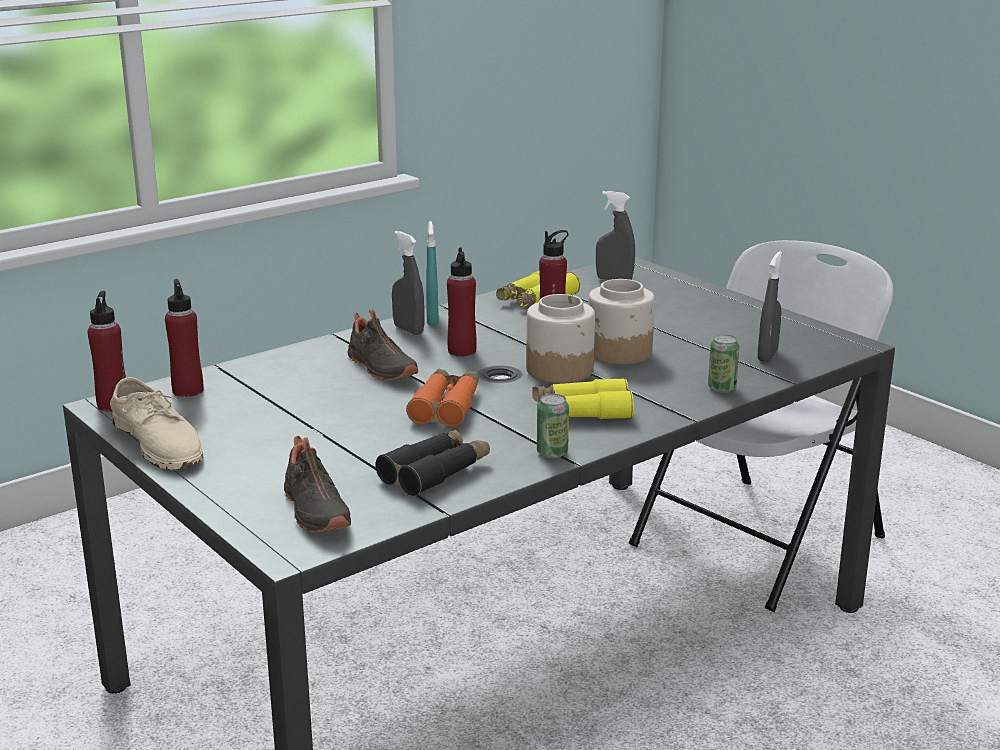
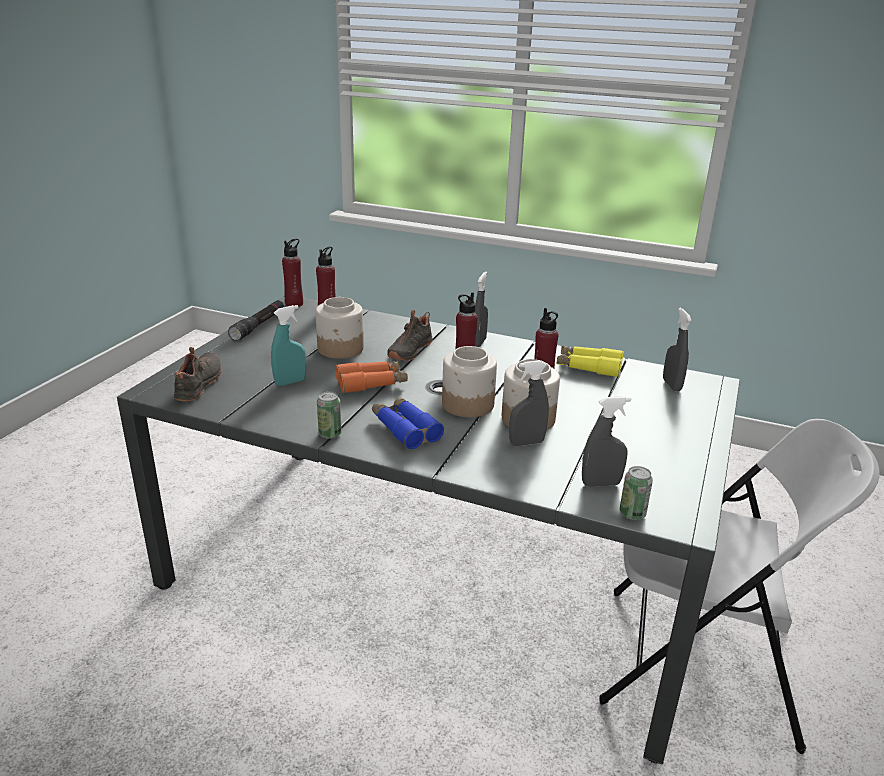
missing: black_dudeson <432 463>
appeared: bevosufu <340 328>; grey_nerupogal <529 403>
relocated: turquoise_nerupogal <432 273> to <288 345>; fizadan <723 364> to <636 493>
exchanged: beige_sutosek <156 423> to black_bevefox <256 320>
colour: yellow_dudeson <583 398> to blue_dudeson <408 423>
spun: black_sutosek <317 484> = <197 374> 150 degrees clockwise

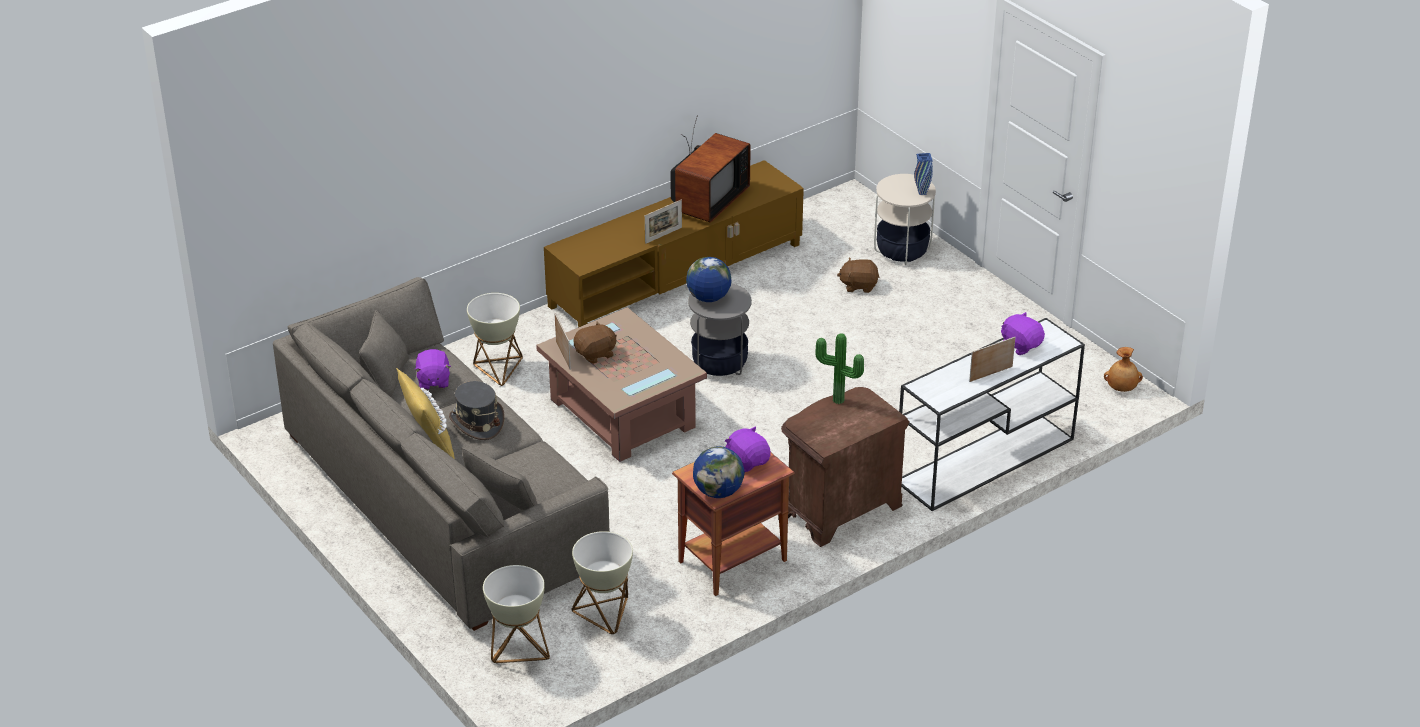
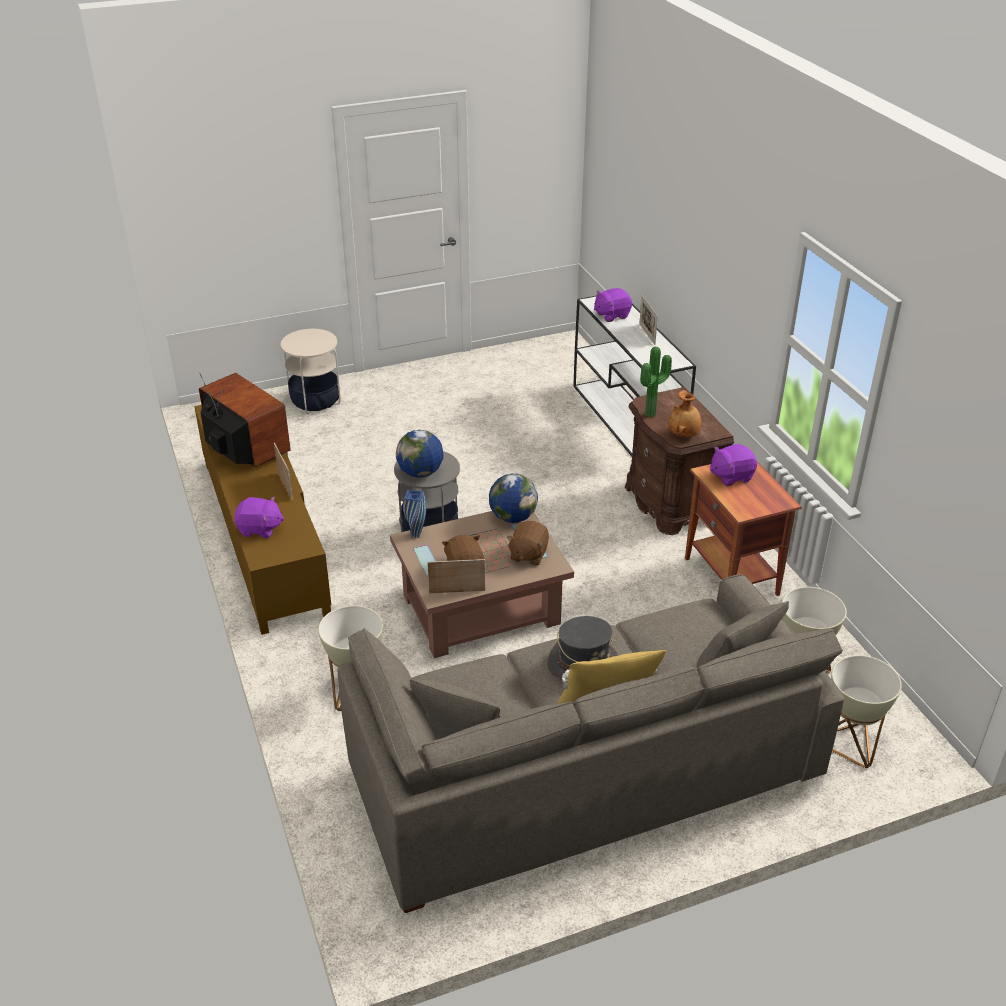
relocated: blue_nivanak <923 174> to <414 514>; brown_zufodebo <858 275> to <527 543>; brown_nivanak <1123 369> to <685 413>; purple_zufodebo <432 369> to <259 517>; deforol <719 472> to <513 498>

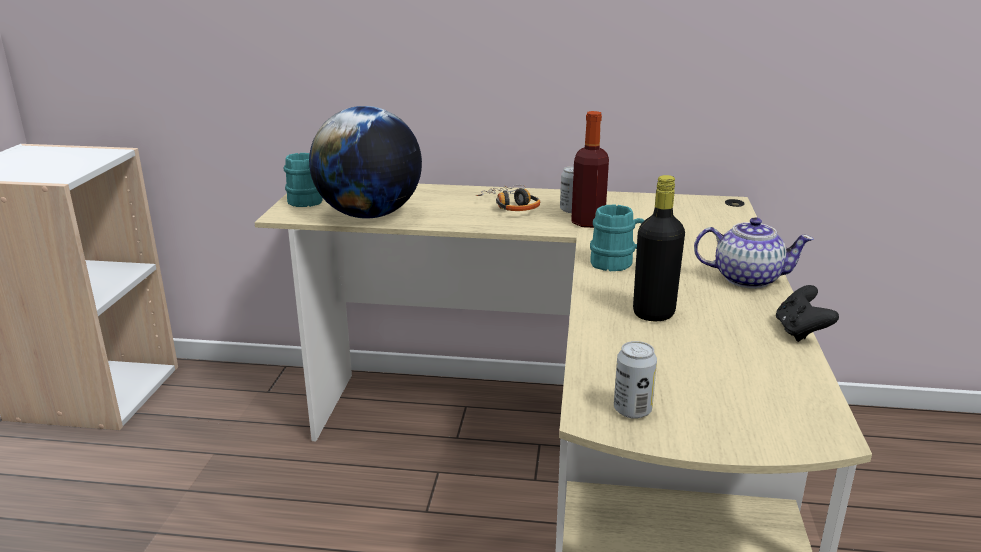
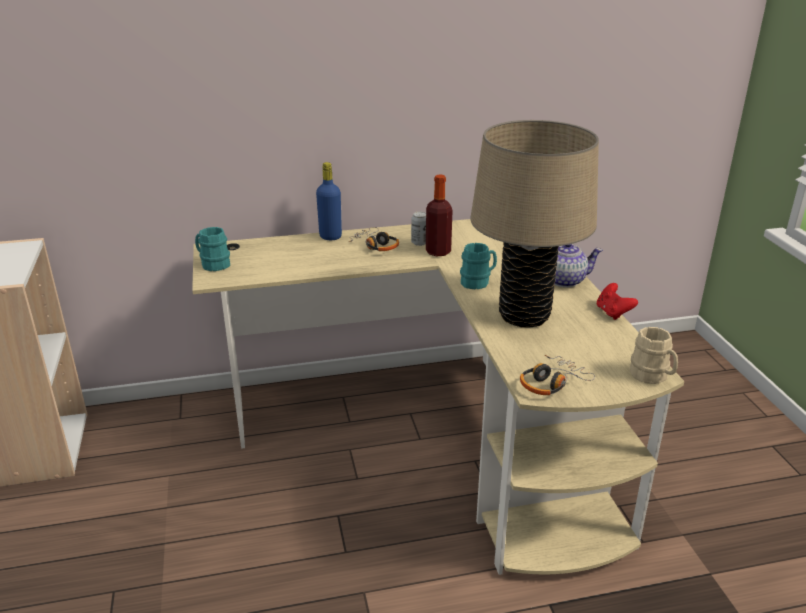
missing: deforol <365 162>
appeared: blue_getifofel <329 201>; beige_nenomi <654 355>
exchanged: black_getifofel <659 248> to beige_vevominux <535 224>; fizadan <635 380> to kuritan <557 375>
colour: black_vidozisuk <807 313> to red_vidozisuk <617 301>

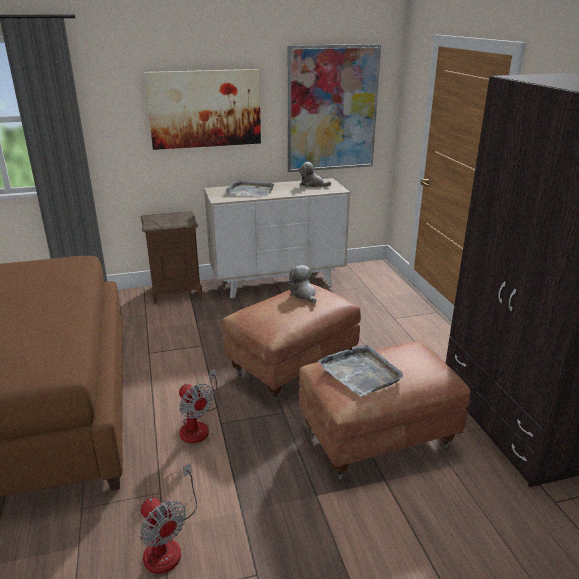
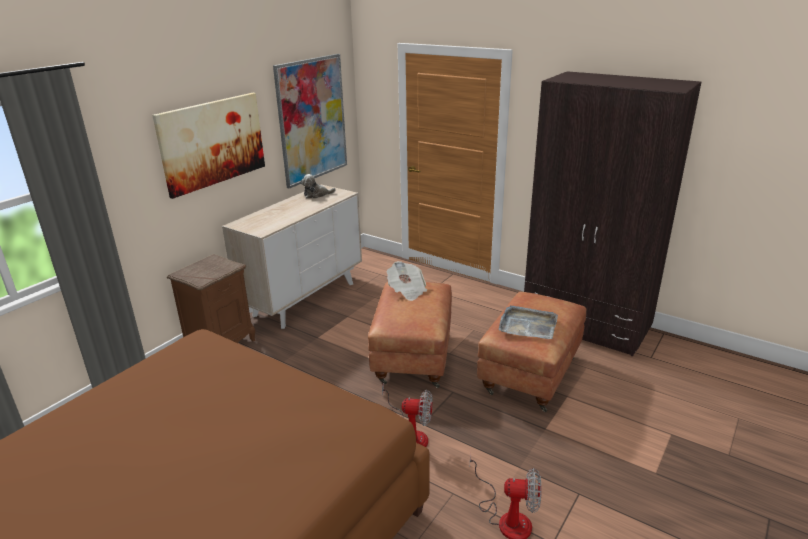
missing: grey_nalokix <250 188>
exchanged: zufodebo <302 284> to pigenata <407 281>

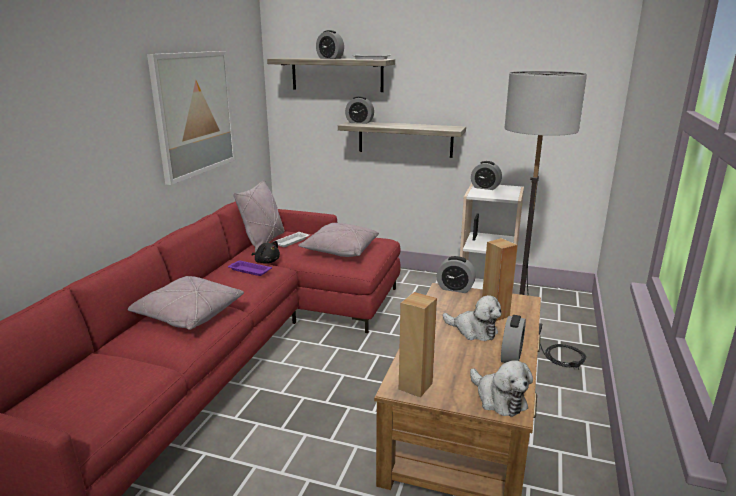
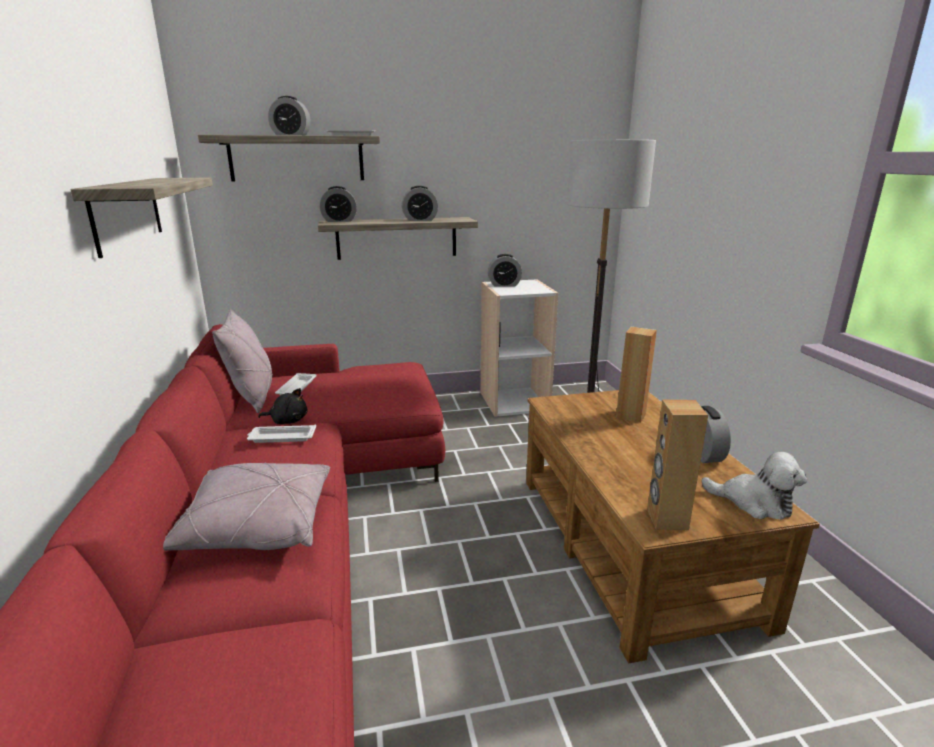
missing: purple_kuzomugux <338 240>; zufodebo <472 318>
relocated: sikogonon <456 274> to <420 203>
exchanged: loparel <191 118> to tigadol <142 218>
colour: purple_nalokix <250 268> to white_nalokix <281 434>

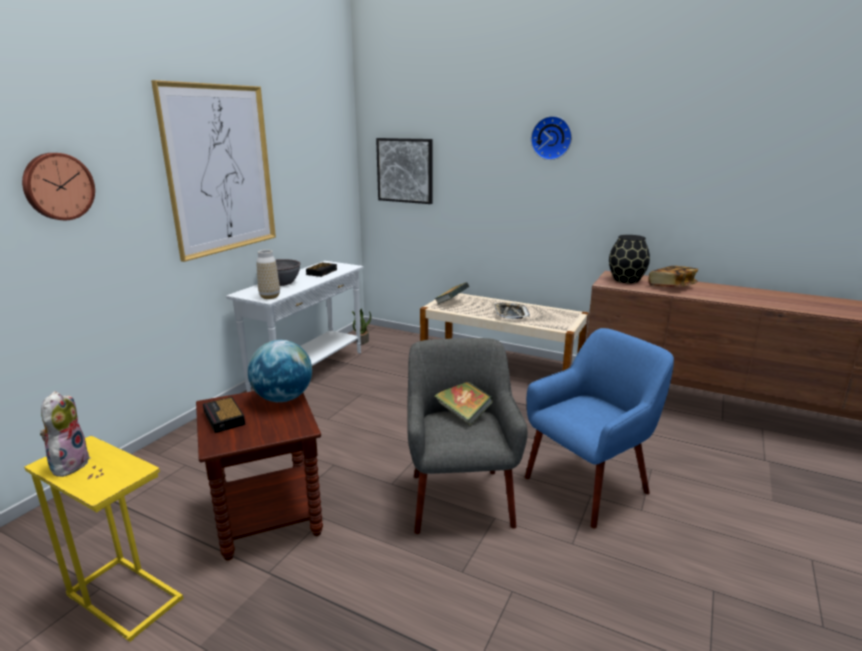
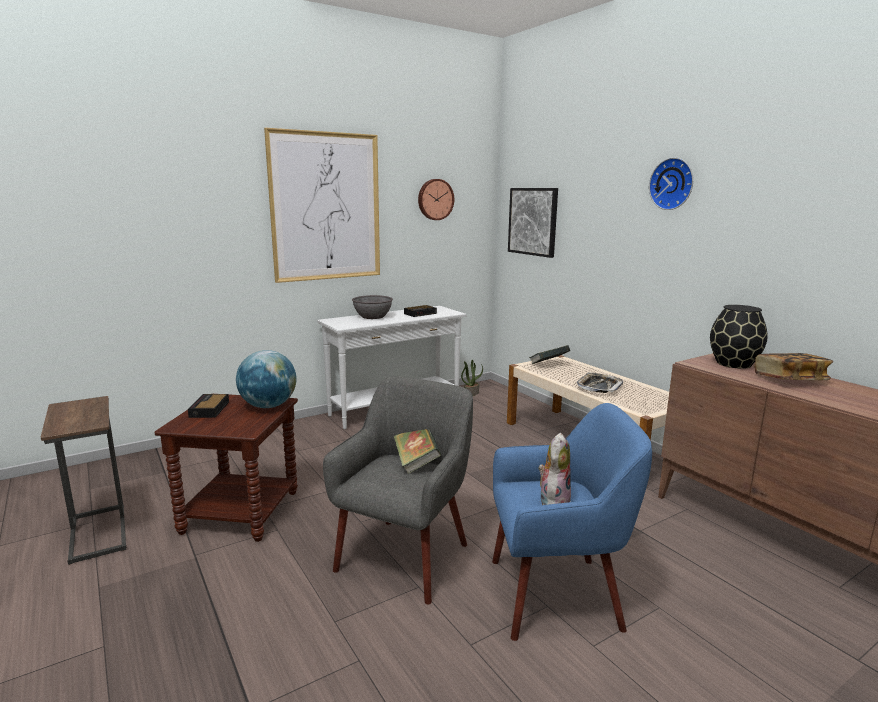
missing: nivanak <268 274>
relocated: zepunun <58 186> to <436 199>; zufodebo <65 434> to <554 469>
colour: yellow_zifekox <103 539> to brown_zifekox <83 480>

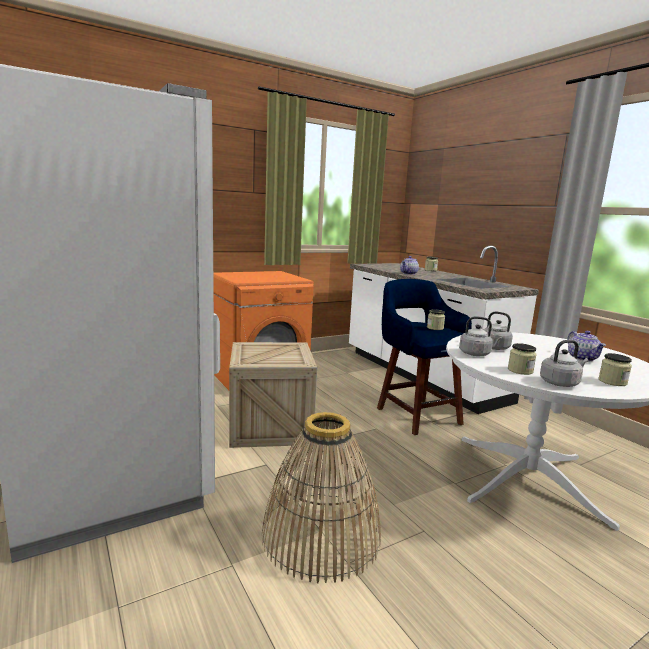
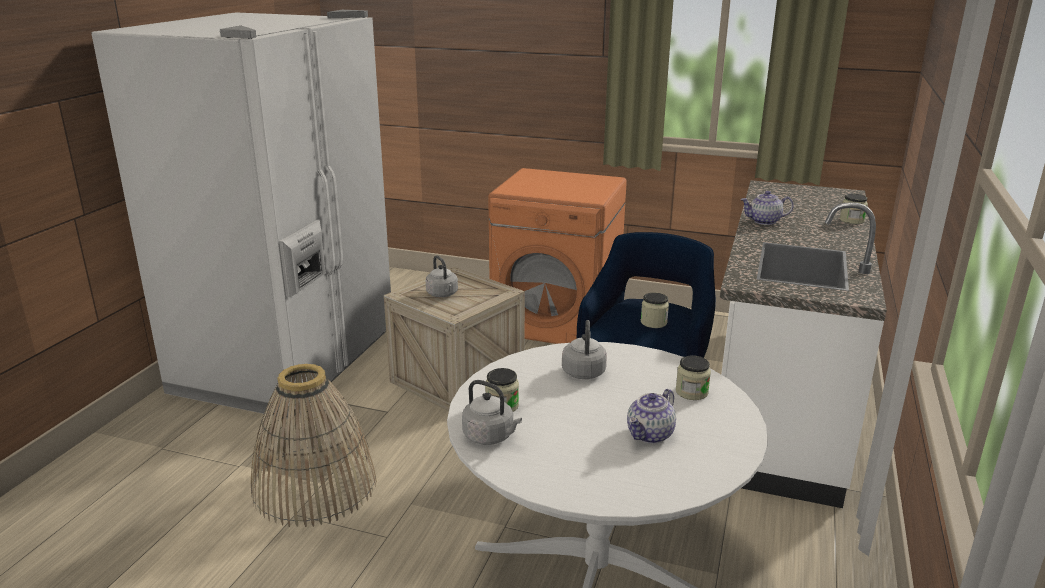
relocated: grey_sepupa <481 336> to <442 276>; bevosufu <615 369> to <693 377>

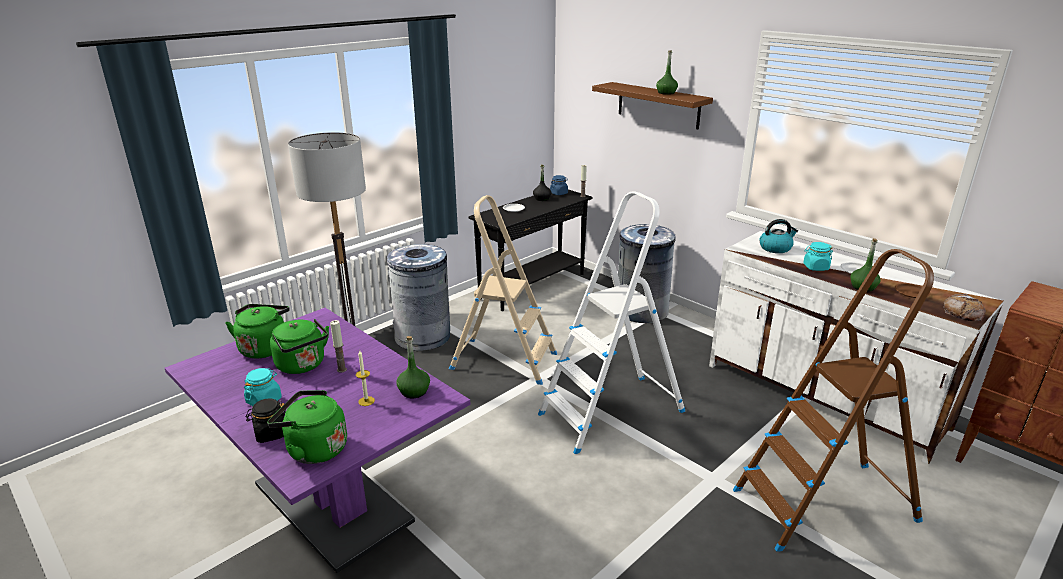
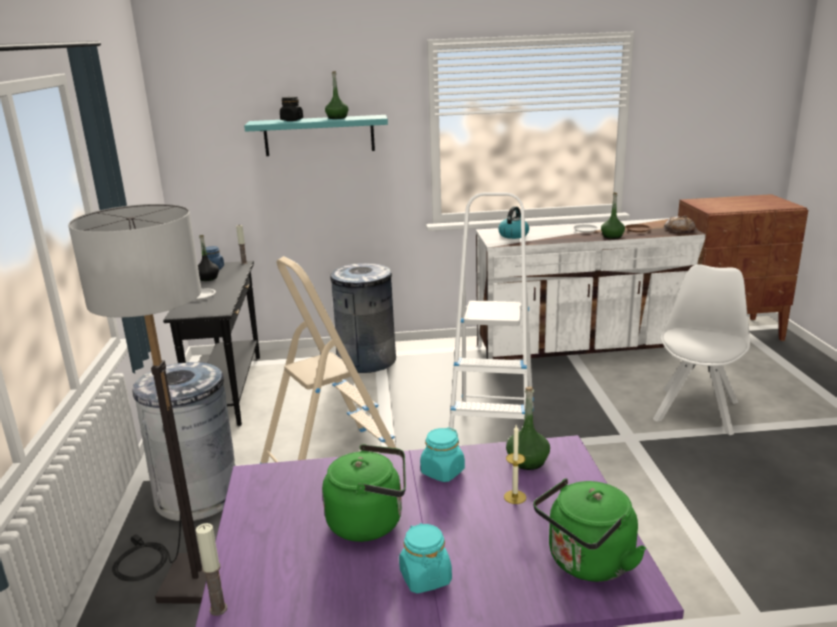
missing: green_sepupa <257 331>
relocated: turquoise_bevosufu <818 256> to <442 454>; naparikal <338 346> to <211 569>; black_bevosufu <266 420> to <291 108>
exchanged: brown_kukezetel <833 400> to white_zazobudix <701 349>
colour: brown_tigadol <652 105> to turquoise_tigadol <316 135>

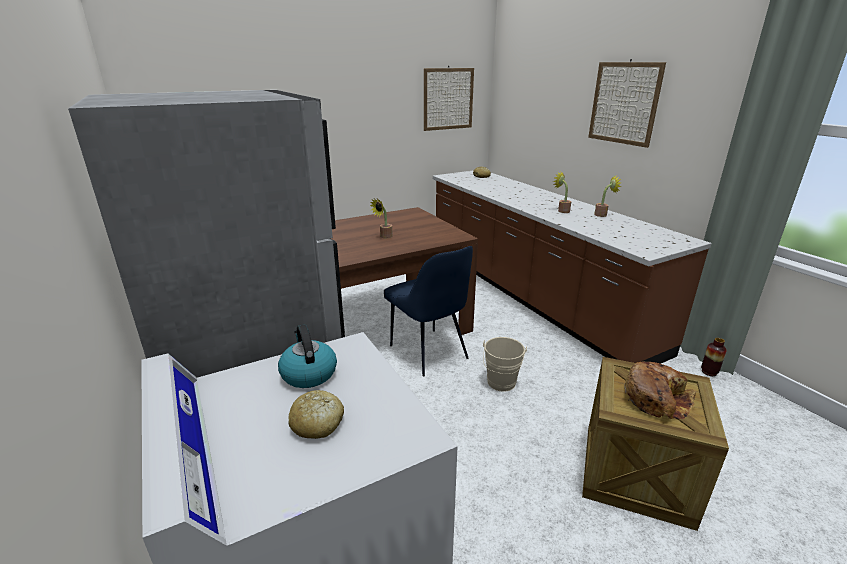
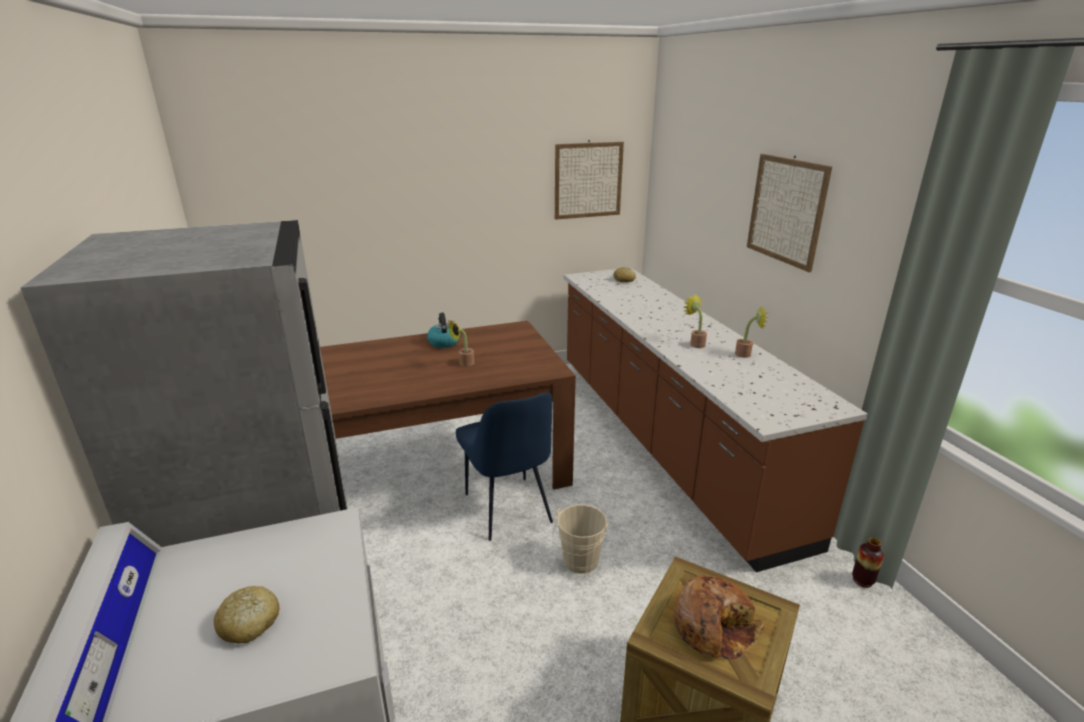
relocated: sepupa <307 356> to <443 330>

